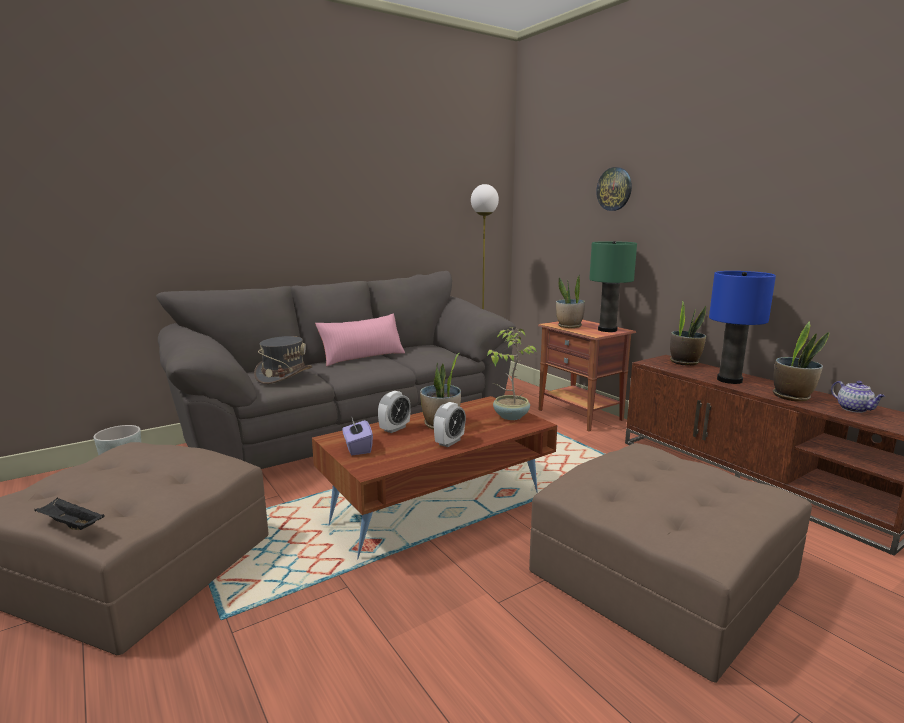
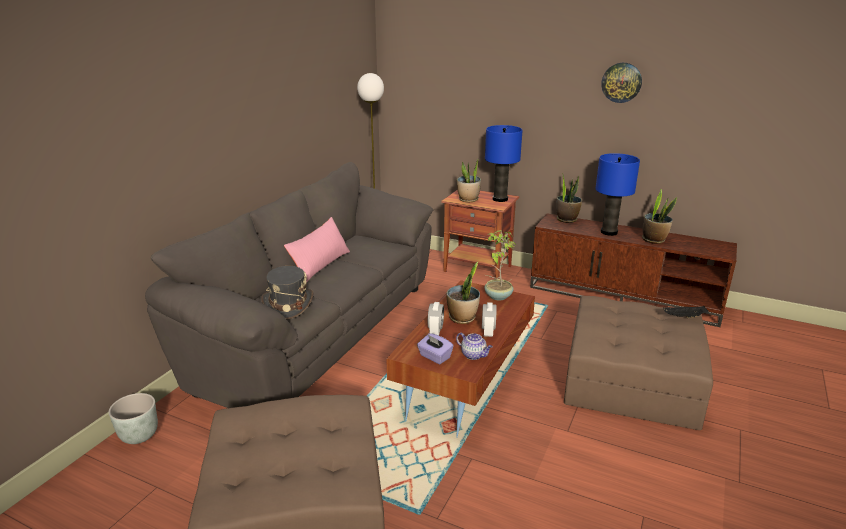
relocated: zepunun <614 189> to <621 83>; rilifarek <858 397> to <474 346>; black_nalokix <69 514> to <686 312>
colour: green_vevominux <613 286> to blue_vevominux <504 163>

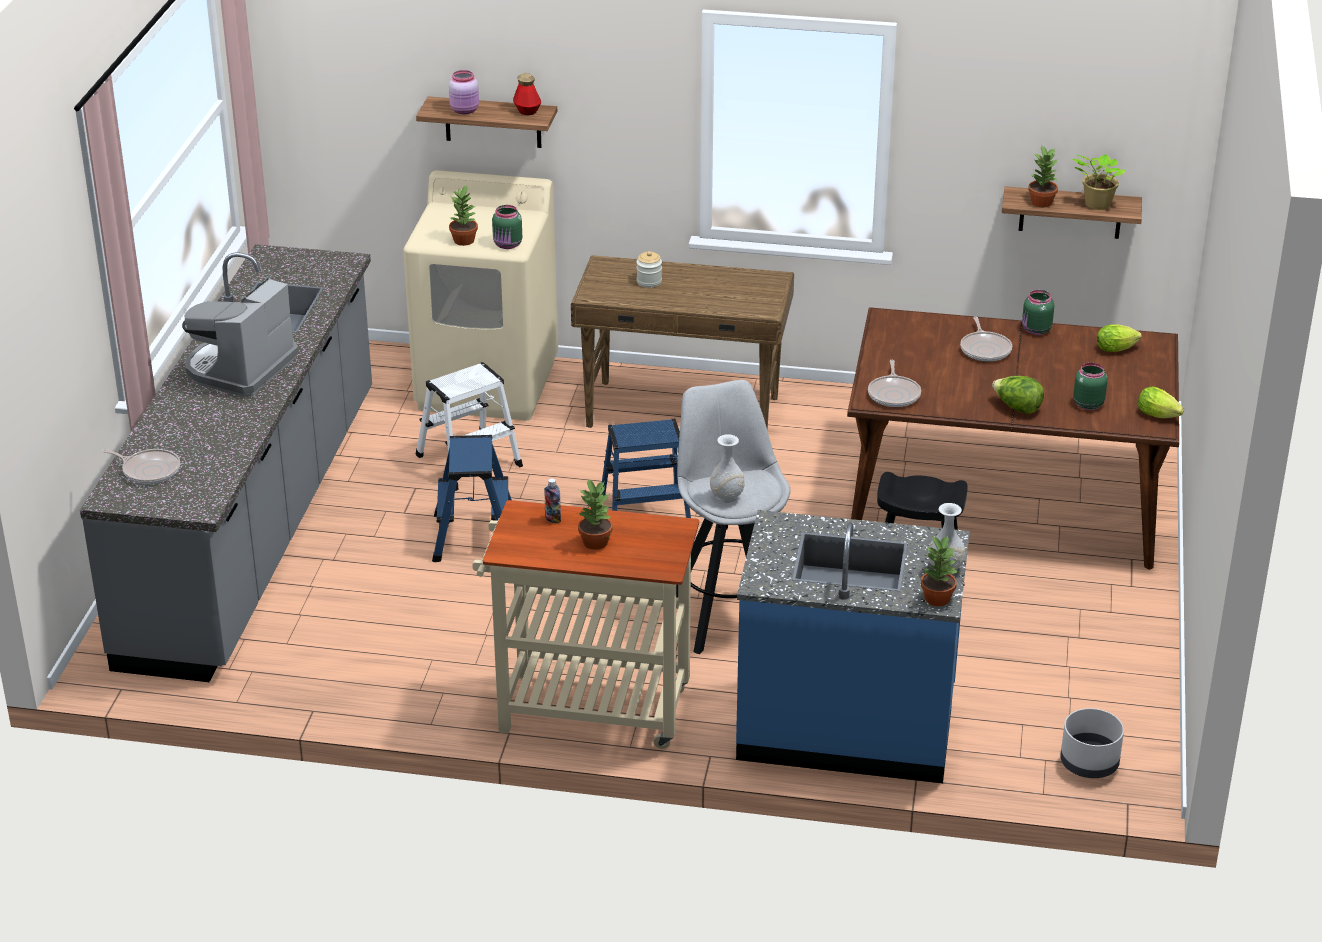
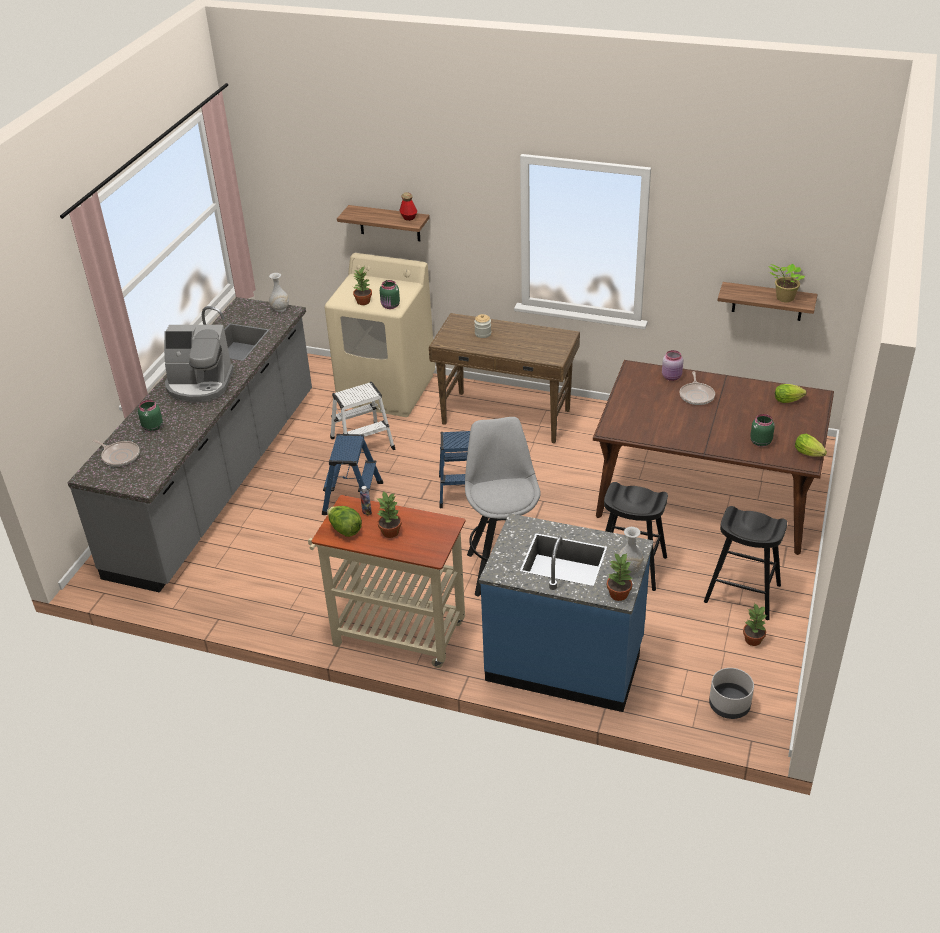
missing: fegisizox <894 383>
appeared: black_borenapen <745 563>
relocated: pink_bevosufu <464 92> to <672 365>; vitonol <1043 175> to <755 625>; green_bevosufu <1038 312> to <150 416>; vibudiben <1018 395> to <345 521>; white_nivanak <727 468> to <279 292>
spun: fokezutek <240 337> = <199 363> 120 degrees counterclockwise

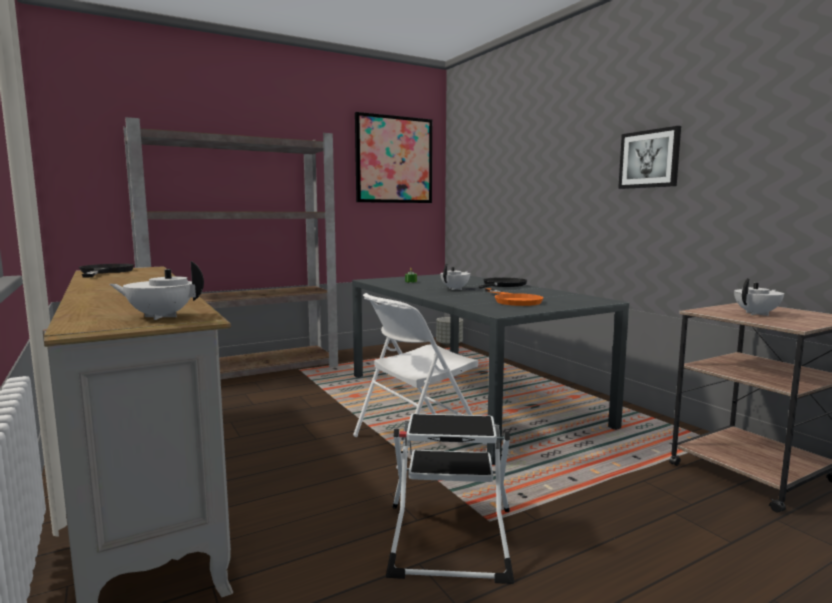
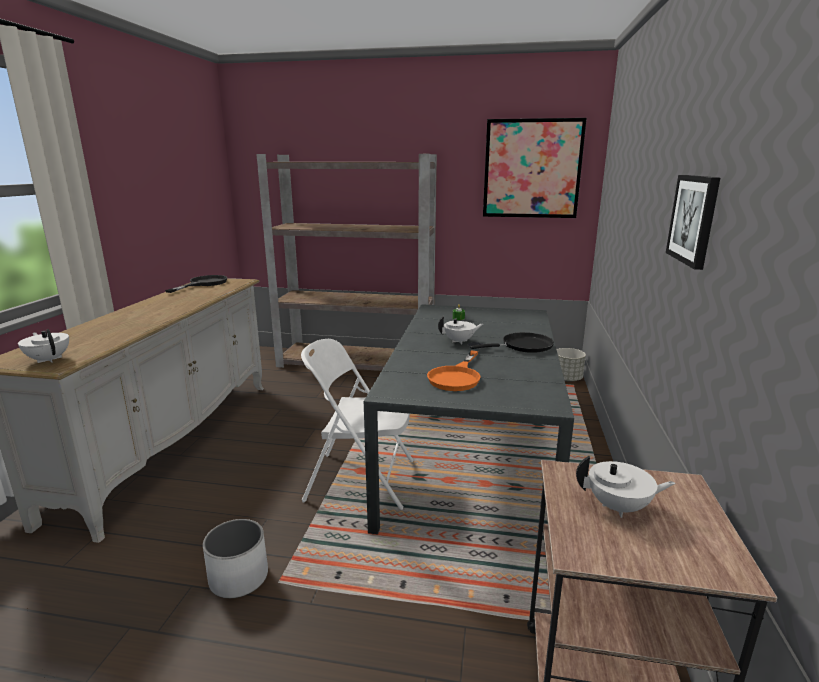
exchanged: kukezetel <450 499> to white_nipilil <235 558>

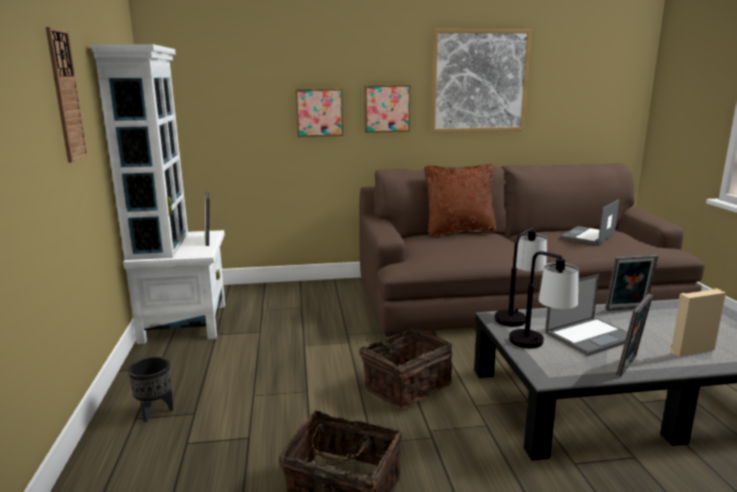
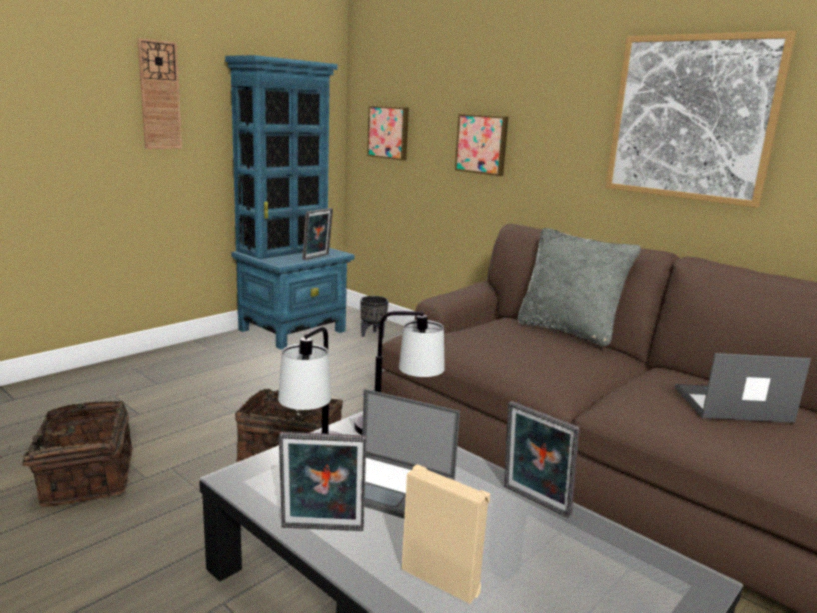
relocated: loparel <387 109> to <388 133>; black_nipilil <150 389> to <374 317>
colour: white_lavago <158 194> to blue_lavago <290 202>; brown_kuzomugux <460 200> to grey_kuzomugux <579 287>

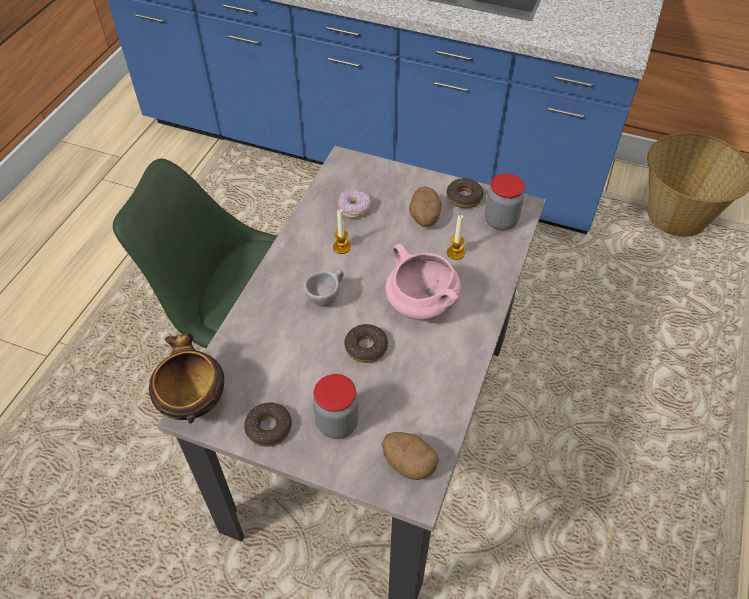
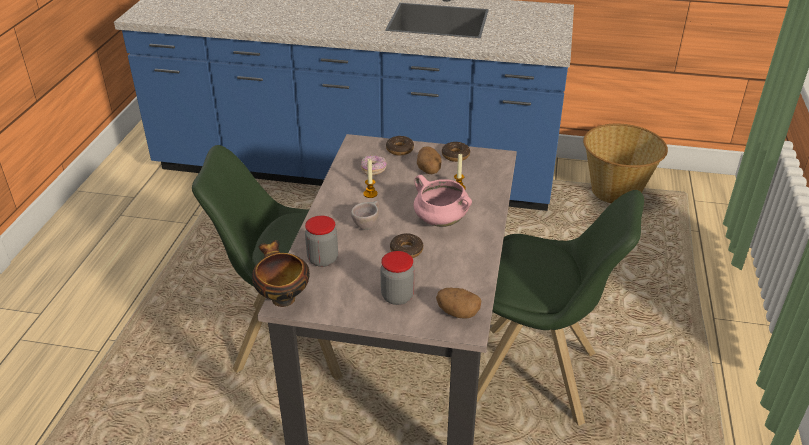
appeared: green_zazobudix <560 308>
relocated: bevosufu <505 201> to <321 241>; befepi <268 425> to <400 145>

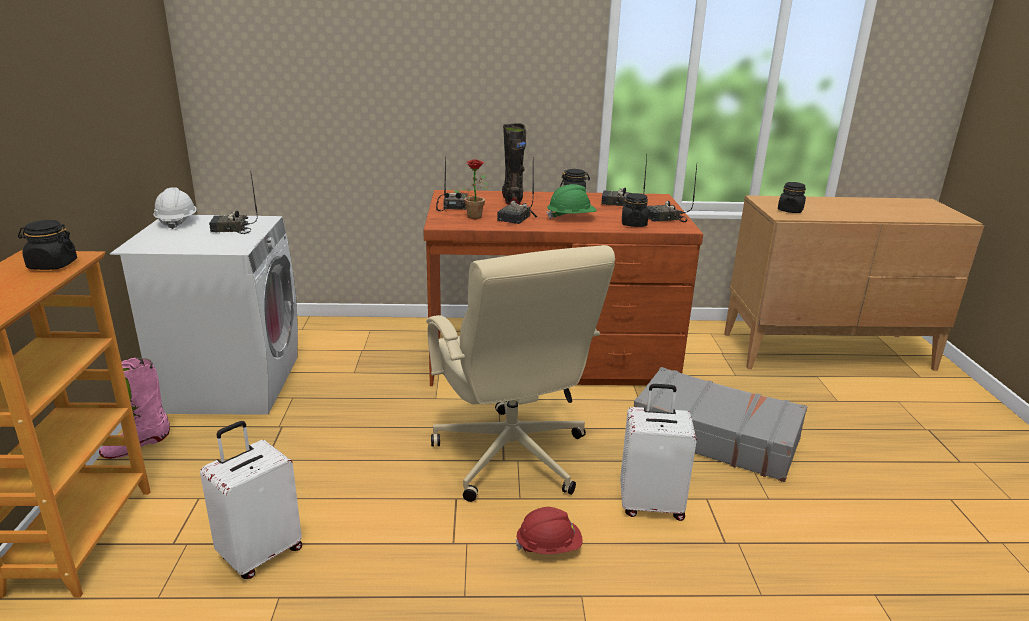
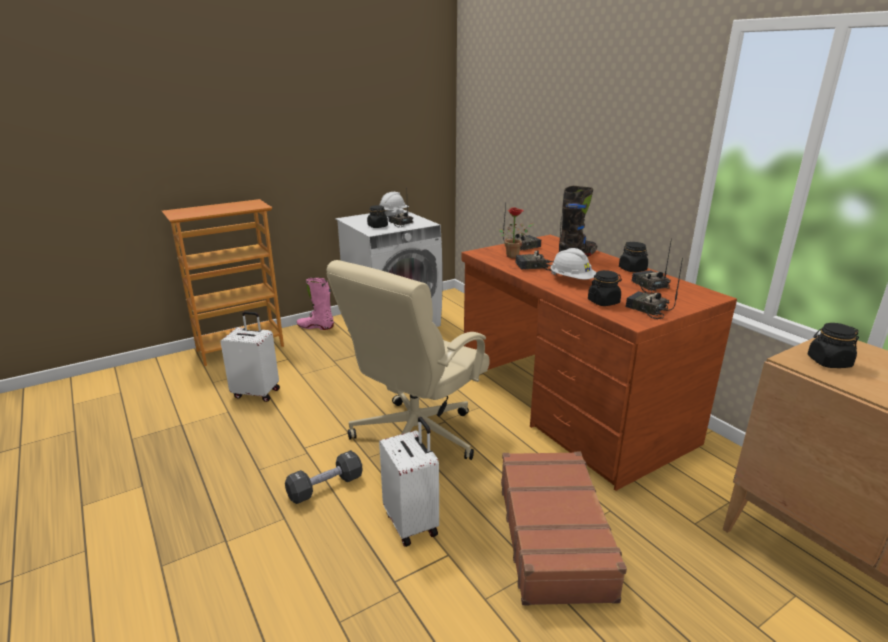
relocated: black_bevosufu <47 245> to <377 216>
exchanged: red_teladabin <549 530> to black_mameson <323 477>
colour: green_teladabin <572 201> to white_teladabin <573 263>; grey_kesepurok <720 424> to brown_kesepurok <564 529>

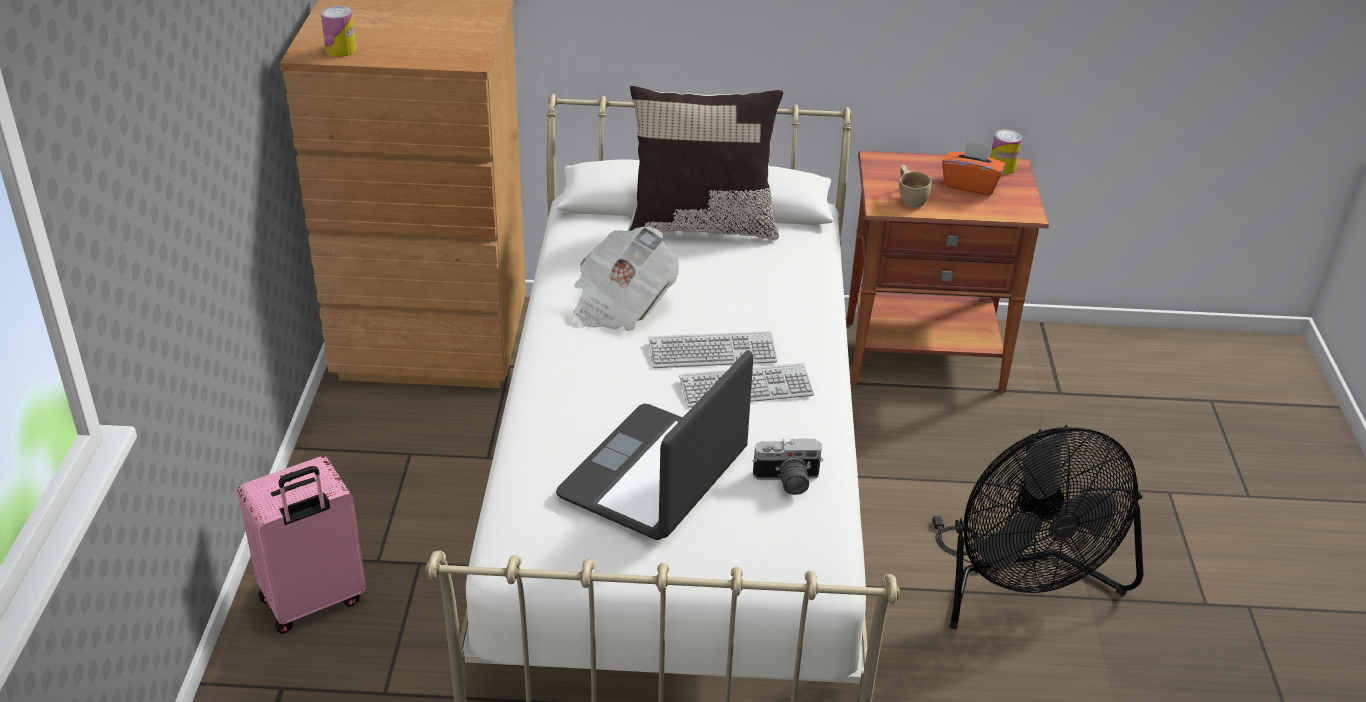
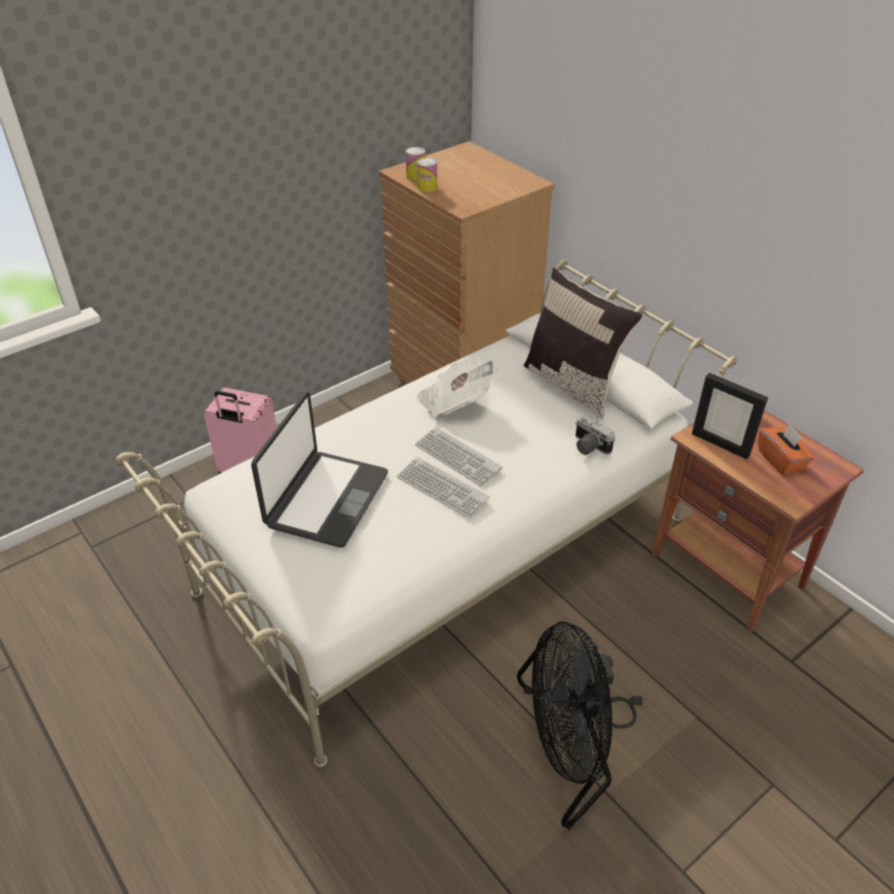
relocated: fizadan <1006 151> to <427 175>; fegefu <788 467> to <595 435>
exchanged: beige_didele <915 186> to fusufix <730 416>
spun: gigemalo <654 445> = <319 470> 120 degrees clockwise; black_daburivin <1038 527> = <581 726> 45 degrees clockwise

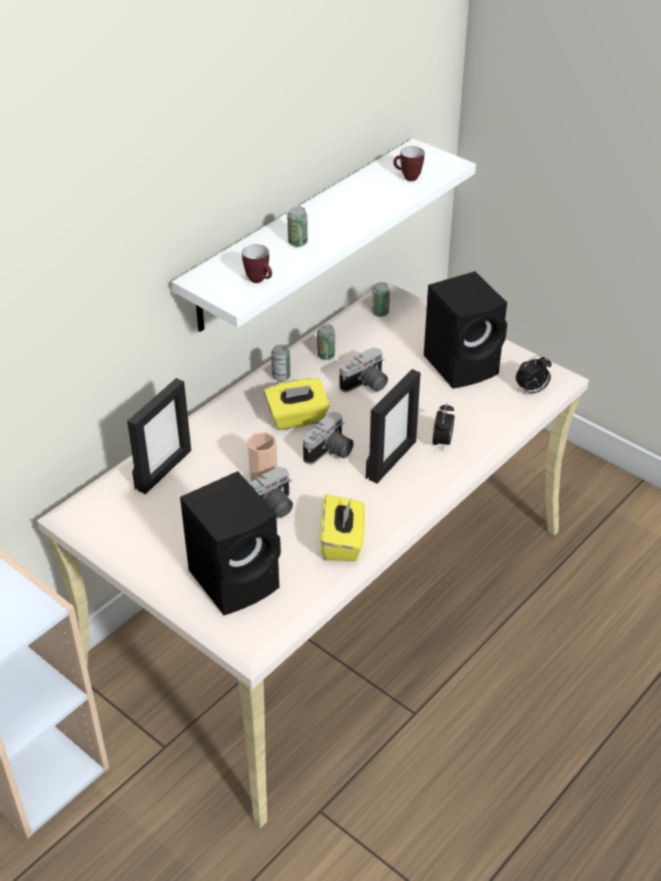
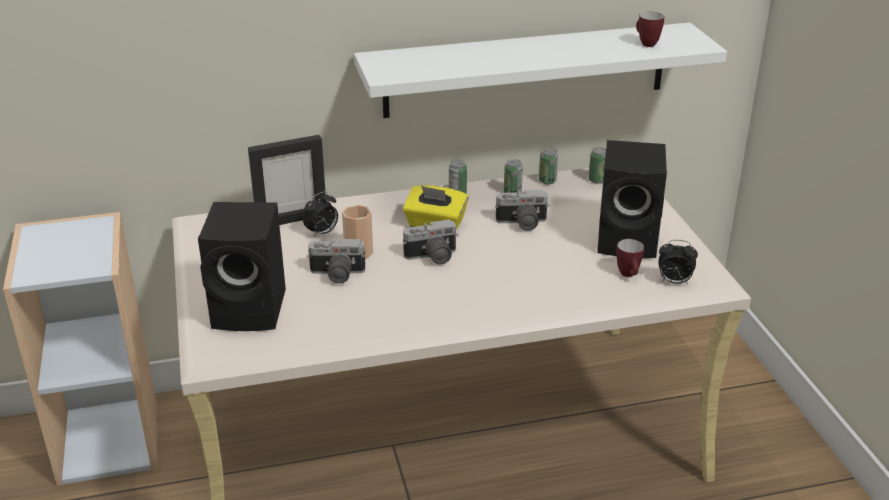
missing: fusufix <393 426>; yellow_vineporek <342 527>
relocated: fizadan <297 226> to <548 166>; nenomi <257 263> to <630 258>; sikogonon <443 426> to <320 214>

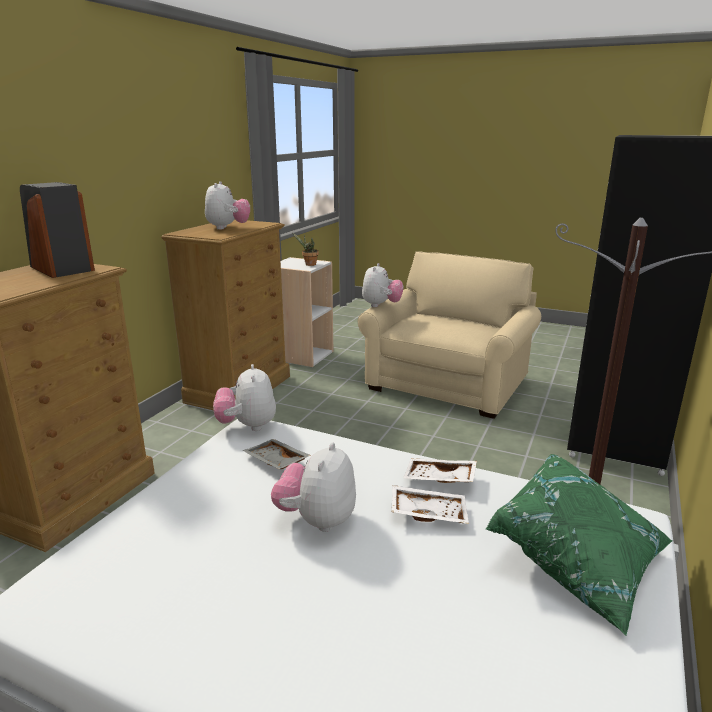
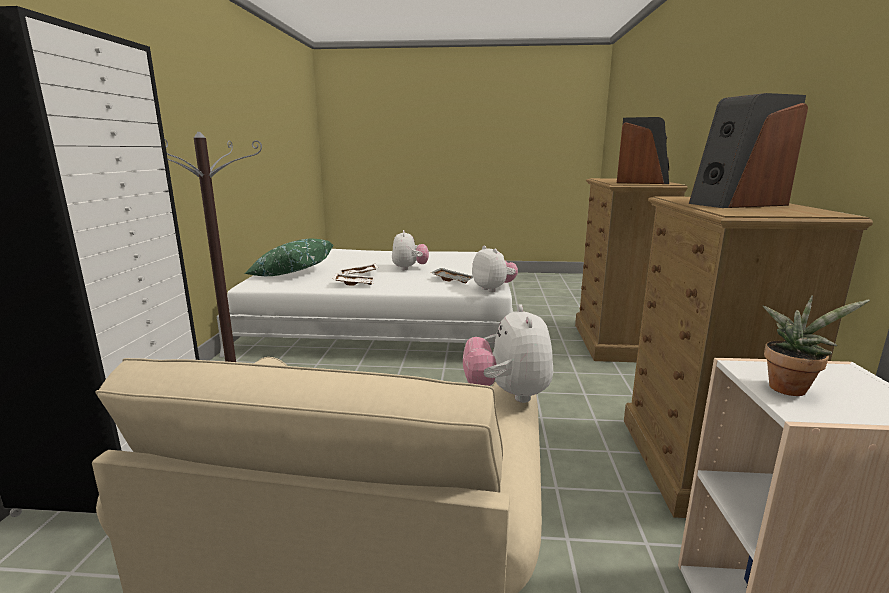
exchanged: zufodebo <227 205> to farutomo <748 150>

